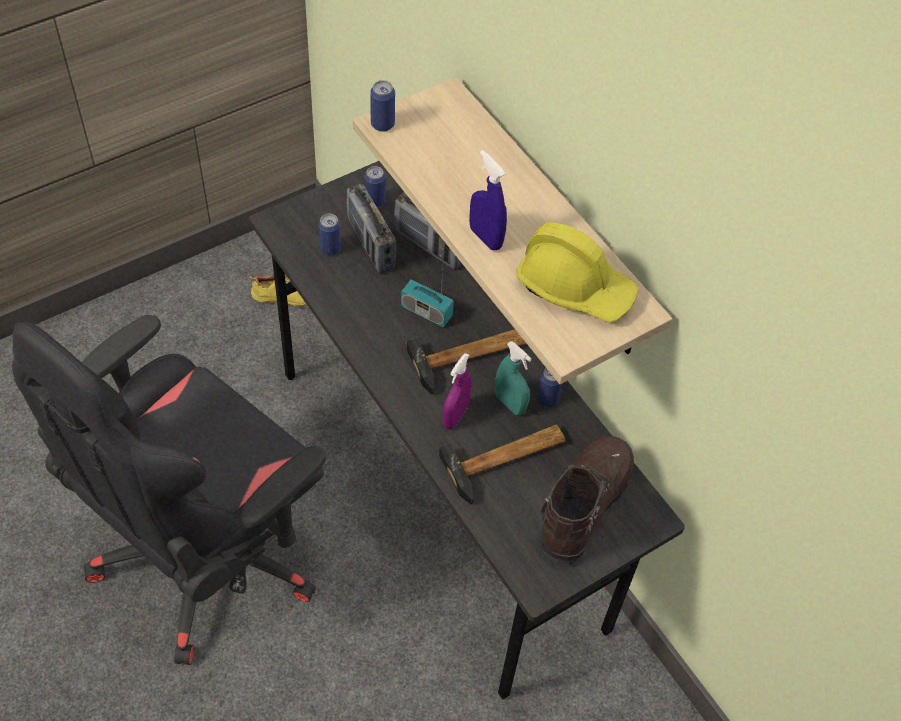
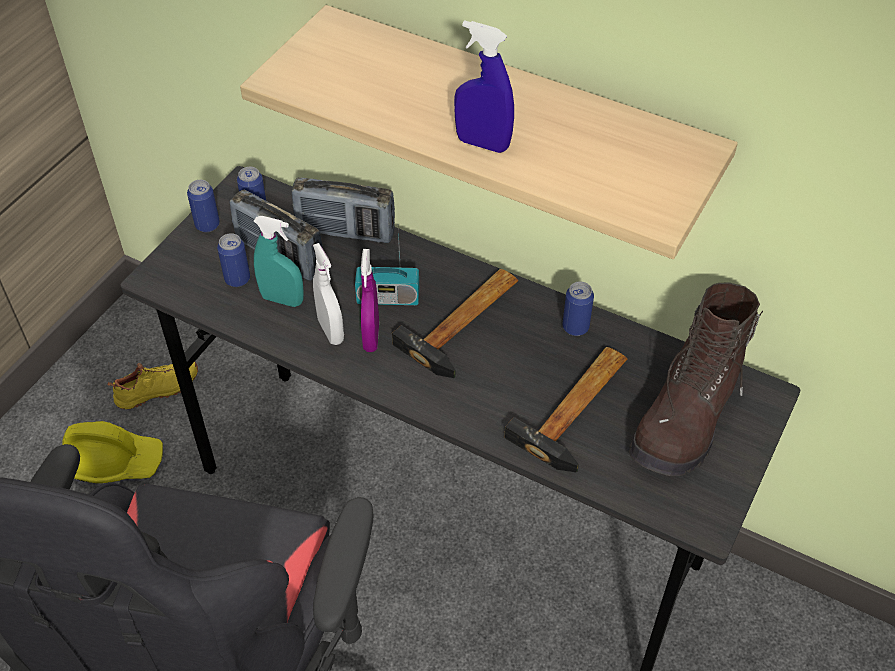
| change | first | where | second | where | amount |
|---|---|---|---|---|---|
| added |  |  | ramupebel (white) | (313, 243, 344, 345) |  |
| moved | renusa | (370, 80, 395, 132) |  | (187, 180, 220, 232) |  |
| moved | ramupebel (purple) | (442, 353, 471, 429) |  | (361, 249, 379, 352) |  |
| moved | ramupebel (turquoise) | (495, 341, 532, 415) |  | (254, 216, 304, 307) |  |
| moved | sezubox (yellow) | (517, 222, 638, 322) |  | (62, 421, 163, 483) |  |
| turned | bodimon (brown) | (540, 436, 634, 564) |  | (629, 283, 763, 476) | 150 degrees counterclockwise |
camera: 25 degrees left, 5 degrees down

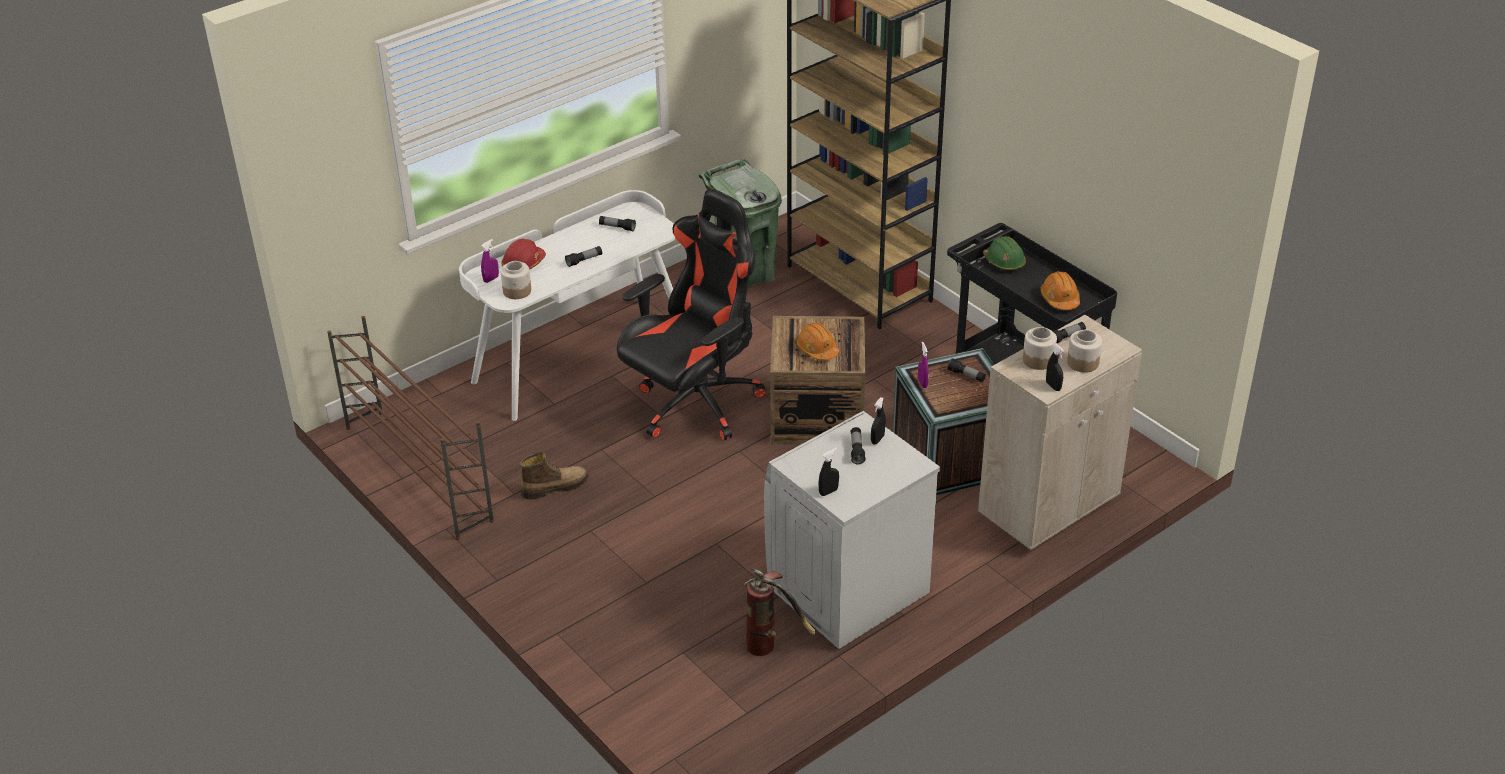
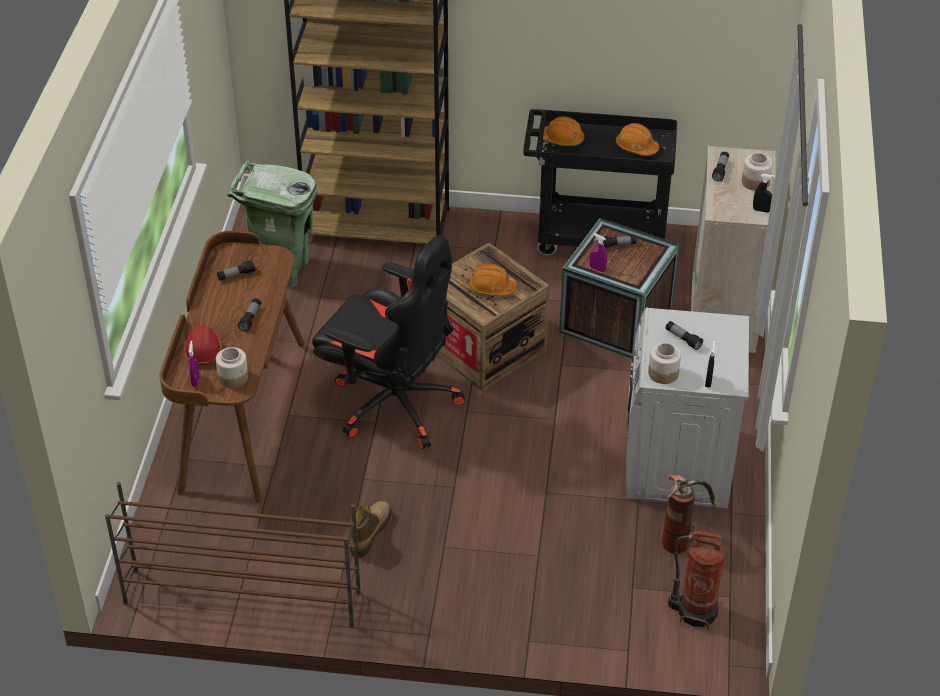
| change | first | where | second | where | amount |
|---|---|---|---|---|---|
| removed | ramupebel (black) | (871, 397, 886, 444) |  |  |  |
| added |  |  | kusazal | (668, 531, 725, 630) |  |
| moved | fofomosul | (1023, 327, 1057, 370) |  | (648, 343, 681, 384) |  |
| recoloured | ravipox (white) | (459, 190, 676, 421) | ravipox (brown) | (159, 231, 305, 503) |  |
| recoloured | sezubox (green) | (983, 236, 1026, 272) | sezubox (orange) | (543, 116, 585, 146) |  |
| turned | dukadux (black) | (617, 189, 766, 441) |  | (312, 234, 465, 449) | 120 degrees clockwise |
camera: 45 degrees left, 5 degrees up

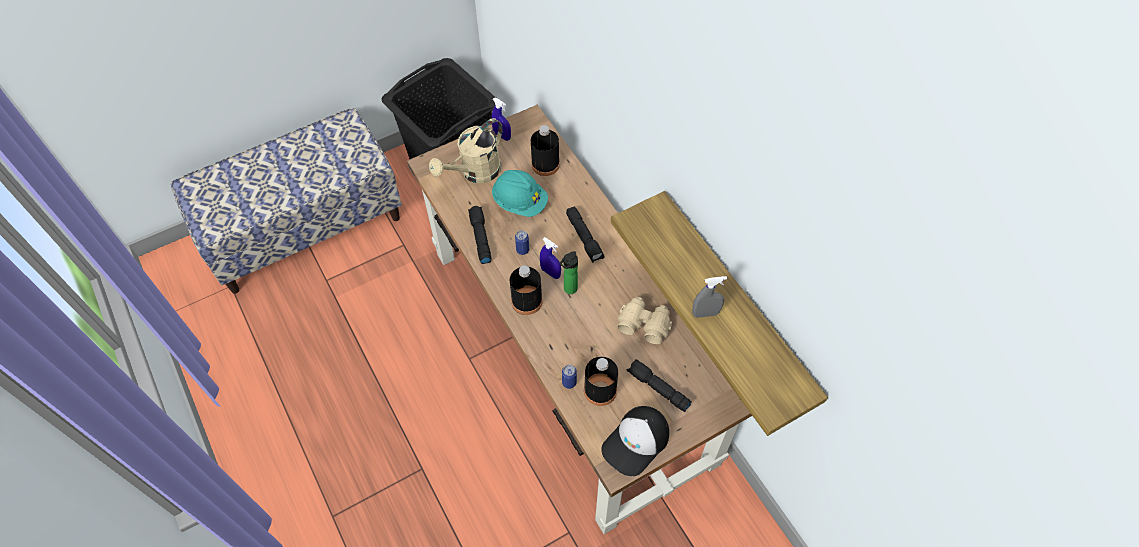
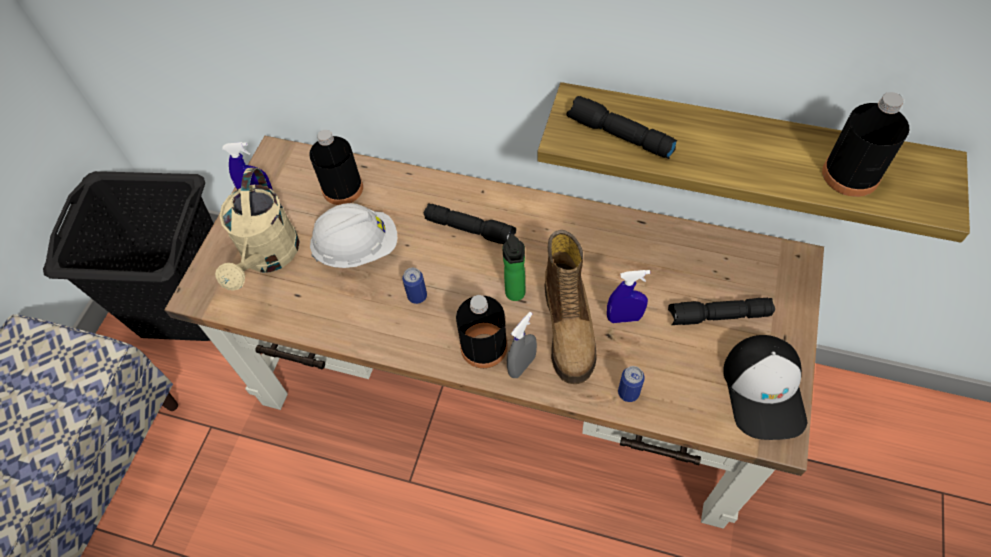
| change | first | where | second | where | amount |
|---|---|---|---|---|---|
| removed | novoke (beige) | (617, 297, 672, 344) |  |  |  |
| added |  |  | bodimon | (544, 230, 597, 384) |  |
| moved | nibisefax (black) | (468, 206, 491, 264) |  | (567, 96, 678, 159) |  |
| moved | ramupebel (blue) | (540, 237, 561, 279) |  | (607, 270, 650, 323) |  |
| moved | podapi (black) | (584, 357, 618, 406) |  | (822, 92, 909, 197) |  |
| moved | ramupebel (grey) | (692, 276, 727, 318) |  | (507, 312, 537, 378) |  |
| recoloured | sezubox (turquoise) | (492, 170, 548, 217) | sezubox (white) | (310, 203, 397, 268) |  |
camera: 40 degrees left, 0 degrees up

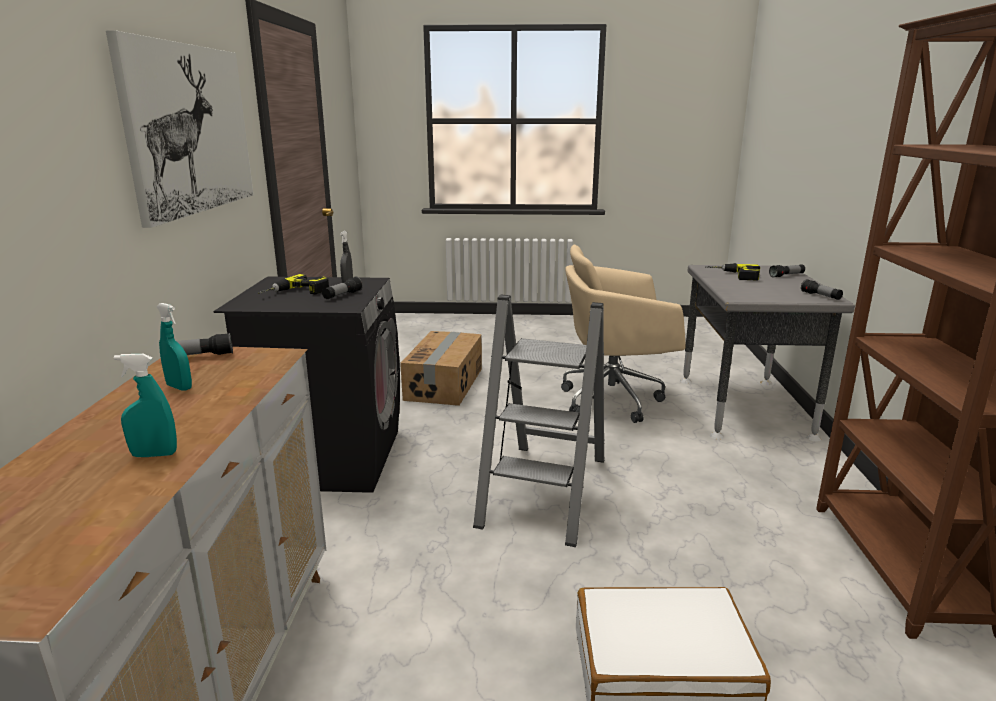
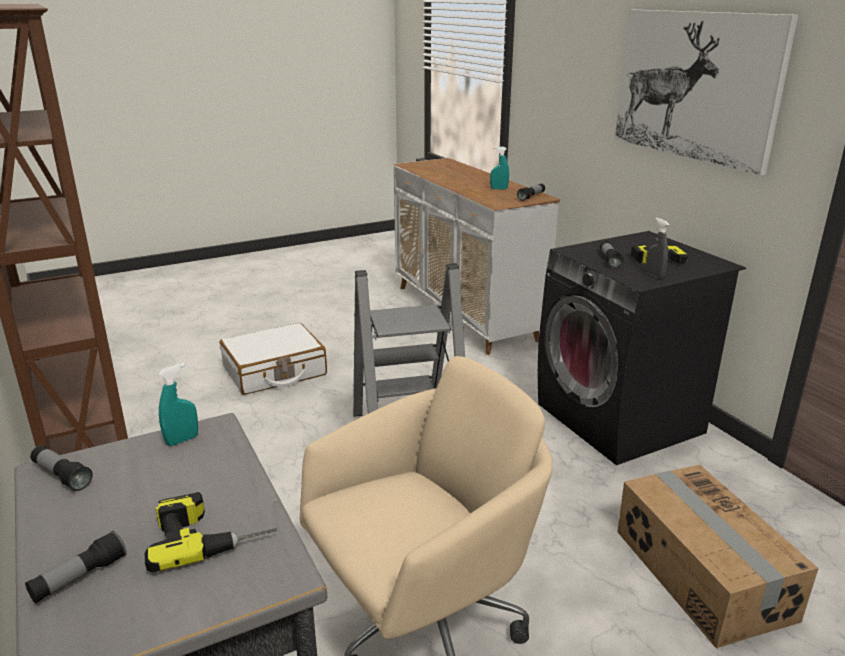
| change | first | where | second | where | amount |
|---|---|---|---|---|---|
| moved | ramupebel (turquoise) | (114, 354, 177, 457) |  | (158, 363, 198, 446) |  |
camera: 150 degrees right, 5 degrees up

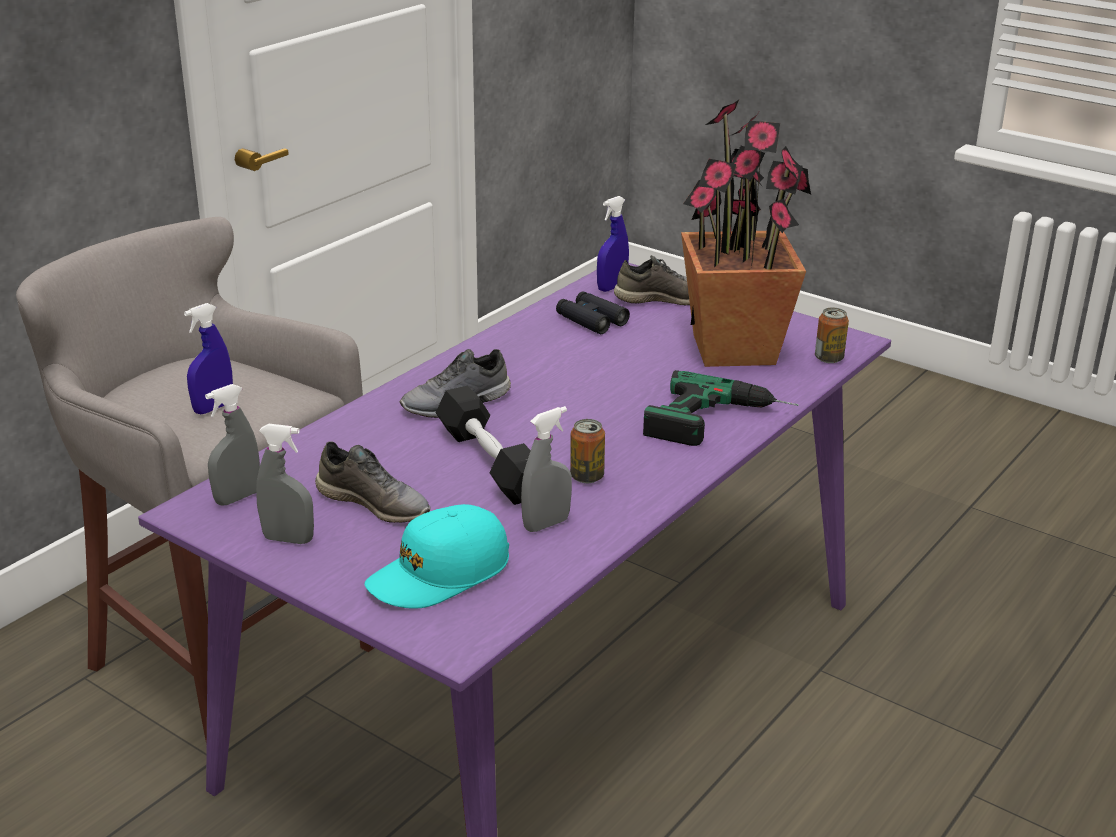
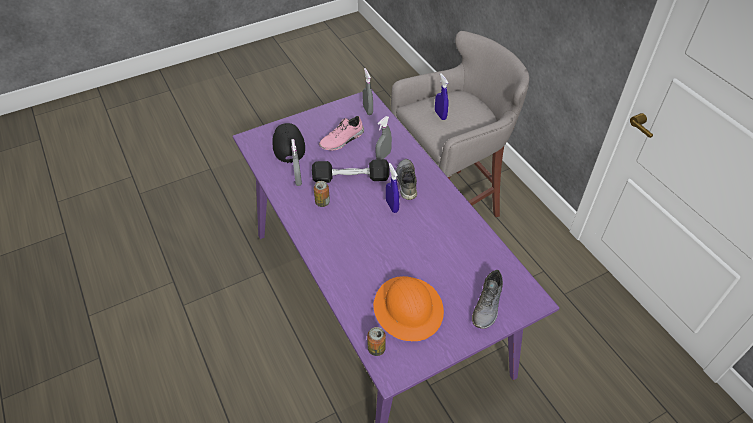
| change | first | where | second | where | amount |
|---|---|---|---|---|---|
| removed | novoke (black) | (556, 291, 630, 334) |  |  |  |
| removed | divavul | (643, 370, 799, 446) |  |  |  |
| moved | ramupebel (grey) | (256, 424, 314, 544) |  | (375, 116, 392, 160) |  |
| moved | ramupebel (blue) | (597, 196, 629, 292) |  | (386, 163, 400, 213) |  |
| replaced | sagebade | (681, 100, 811, 367) | sezubox (orange) | (373, 276, 444, 341) |  |
| recoloured | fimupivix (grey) | (315, 441, 430, 523) | fimupivix (pink) | (319, 116, 364, 150) |  |
| recoloured | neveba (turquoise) | (365, 504, 509, 609) | neveba (black) | (272, 123, 305, 163) |  |
camera: 115 degrees right, 20 degrees up

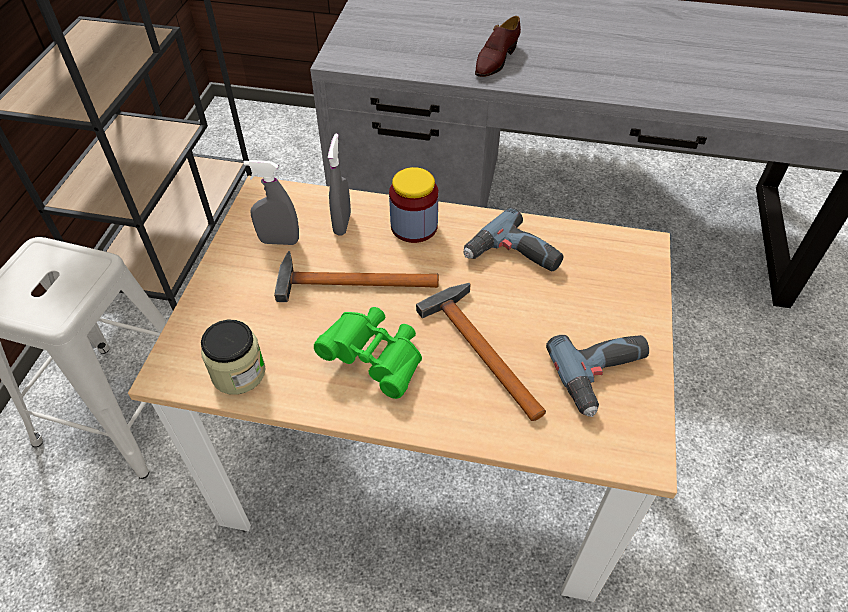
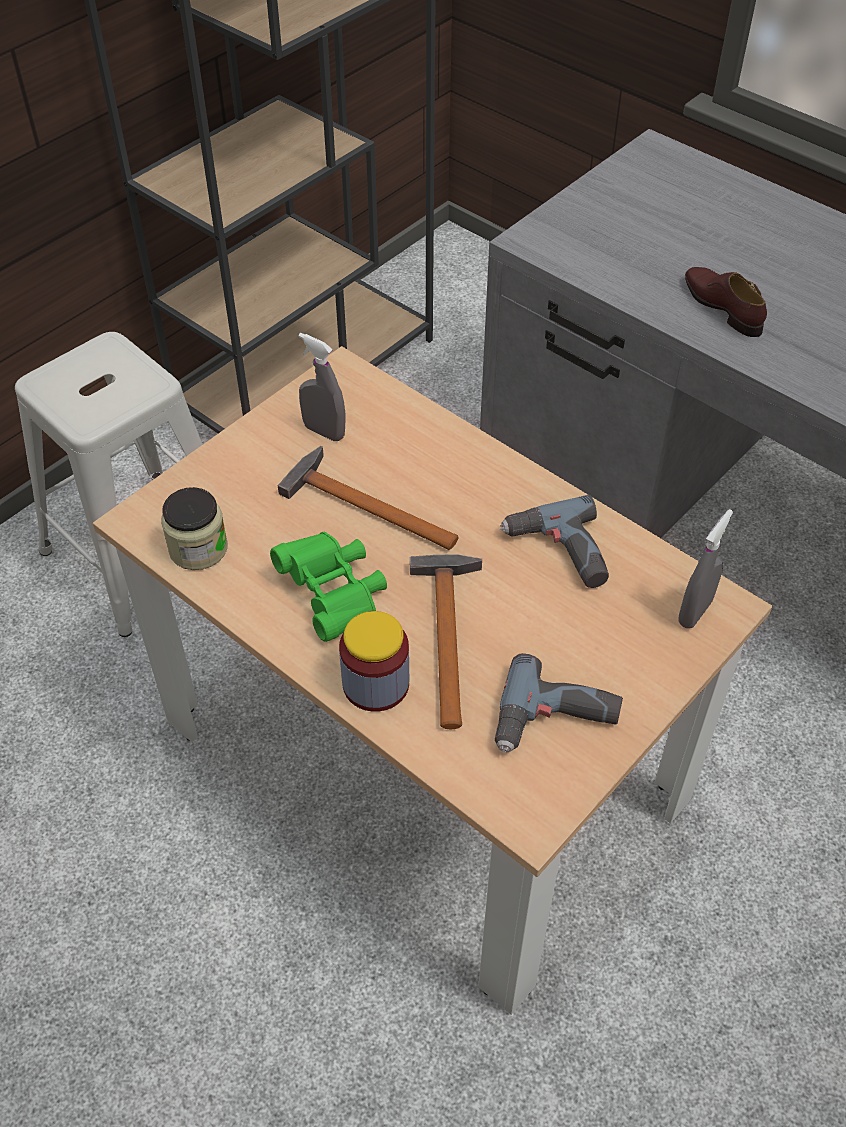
| change | first | where | second | where | amount |
|---|---|---|---|---|---|
| moved | ramupebel (grey) | (328, 133, 351, 236) |  | (678, 509, 733, 628) |  |
| moved | fofomosul | (389, 167, 438, 243) |  | (339, 611, 409, 712) |  |
| turned | fimupivix (brown) | (475, 16, 521, 77) |  | (685, 267, 767, 337) | 90 degrees clockwise |
camera: 30 degrees right, 0 degrees up

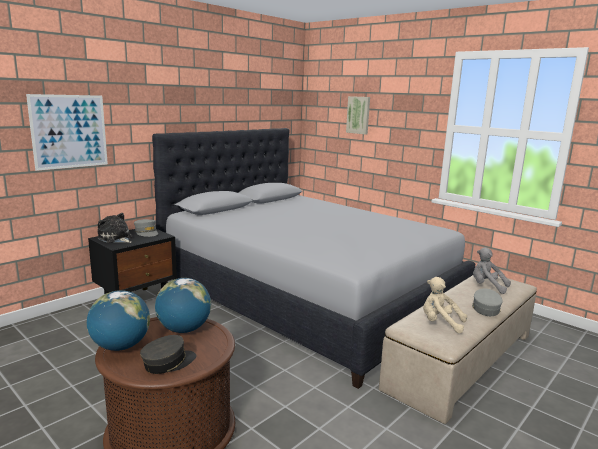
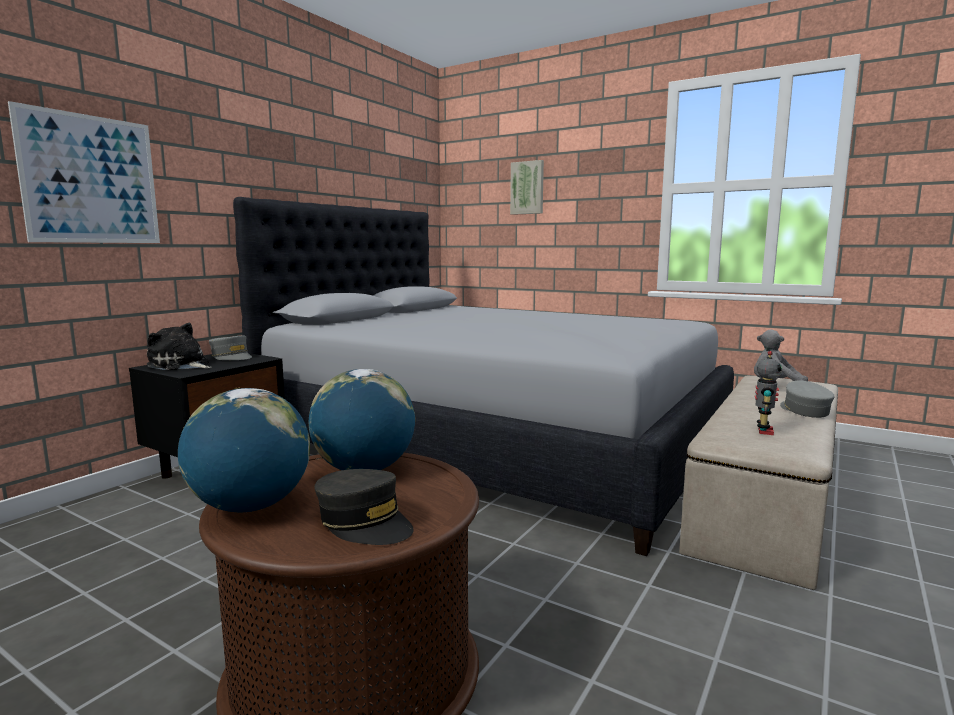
| change | first | where | second | where | amount |
|---|---|---|---|---|---|
| replaced | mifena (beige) | (423, 277, 467, 333) | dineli | (755, 351, 782, 435) |  |
| turned | neveba (grey) | (140, 335, 196, 374) |  | (314, 469, 414, 545) | 90 degrees clockwise |
camera: 10 degrees left, 5 degrees down

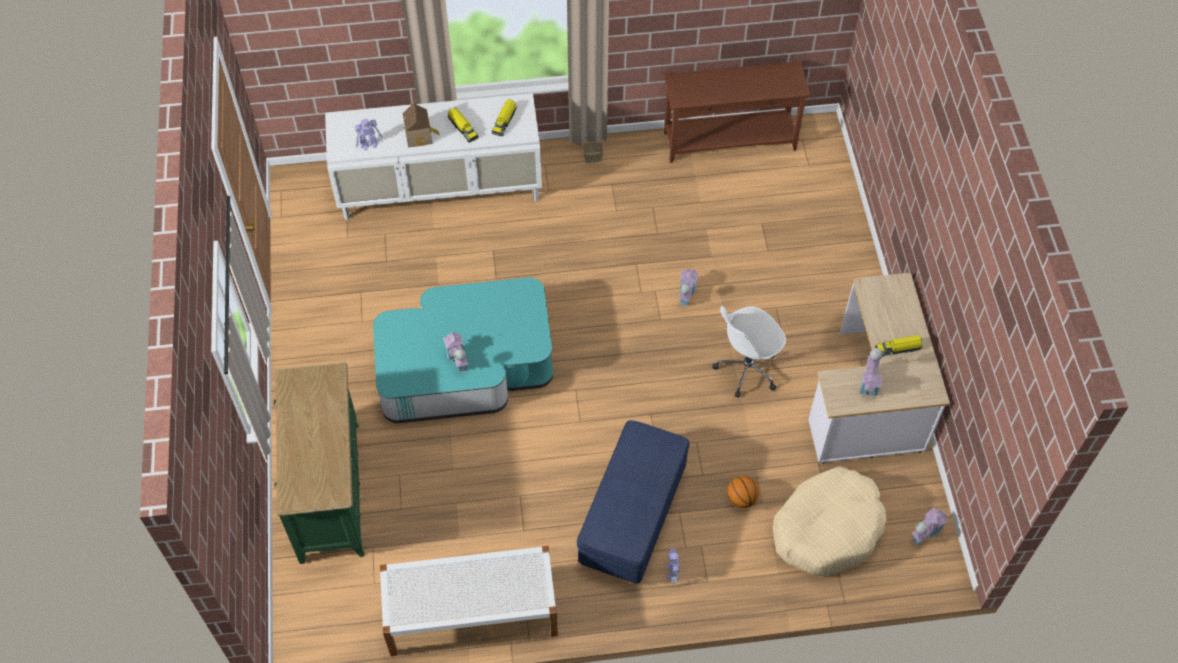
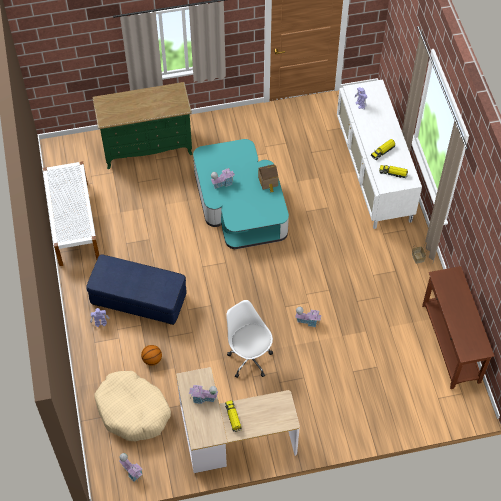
| change | first | where | second | where | amount |
|---|---|---|---|---|---|
| moved | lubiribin | (403, 103, 440, 148) |  | (258, 164, 278, 193) |  |
camera: 85 degrees right, 0 degrees up

